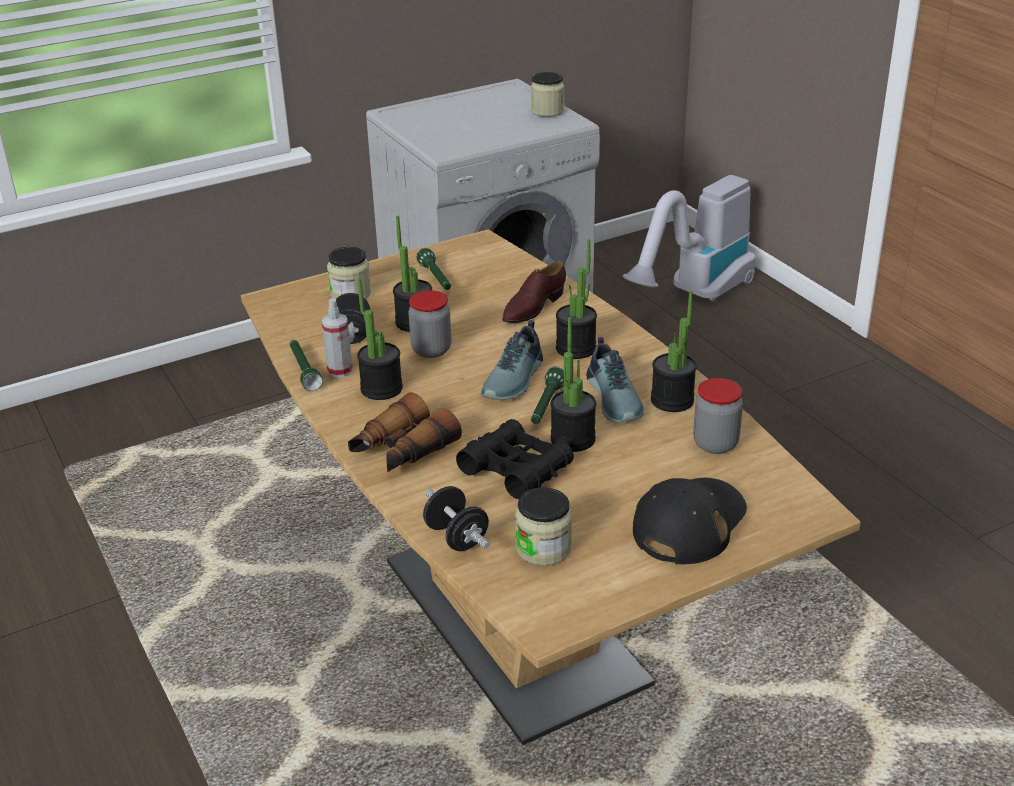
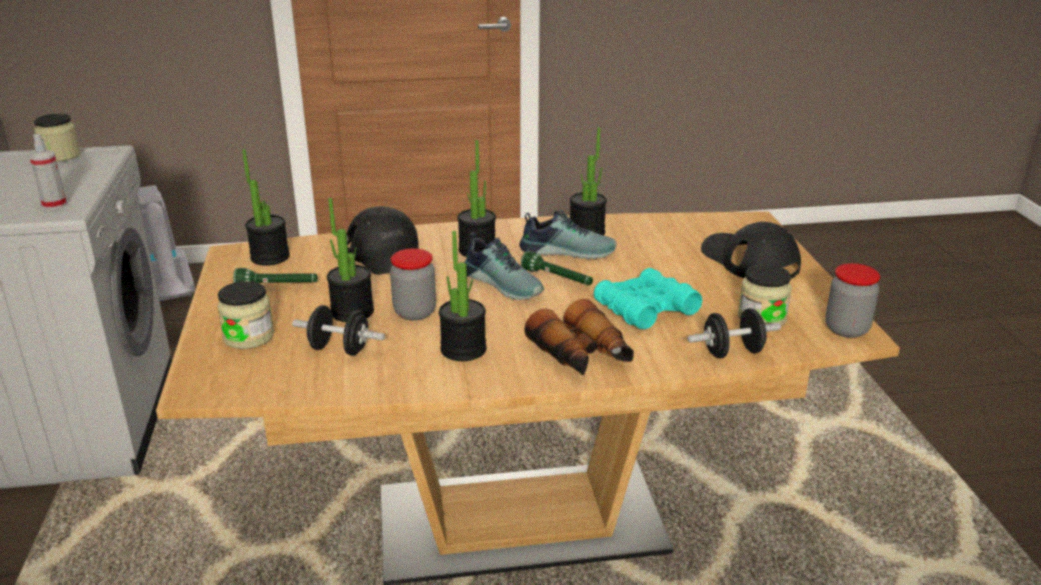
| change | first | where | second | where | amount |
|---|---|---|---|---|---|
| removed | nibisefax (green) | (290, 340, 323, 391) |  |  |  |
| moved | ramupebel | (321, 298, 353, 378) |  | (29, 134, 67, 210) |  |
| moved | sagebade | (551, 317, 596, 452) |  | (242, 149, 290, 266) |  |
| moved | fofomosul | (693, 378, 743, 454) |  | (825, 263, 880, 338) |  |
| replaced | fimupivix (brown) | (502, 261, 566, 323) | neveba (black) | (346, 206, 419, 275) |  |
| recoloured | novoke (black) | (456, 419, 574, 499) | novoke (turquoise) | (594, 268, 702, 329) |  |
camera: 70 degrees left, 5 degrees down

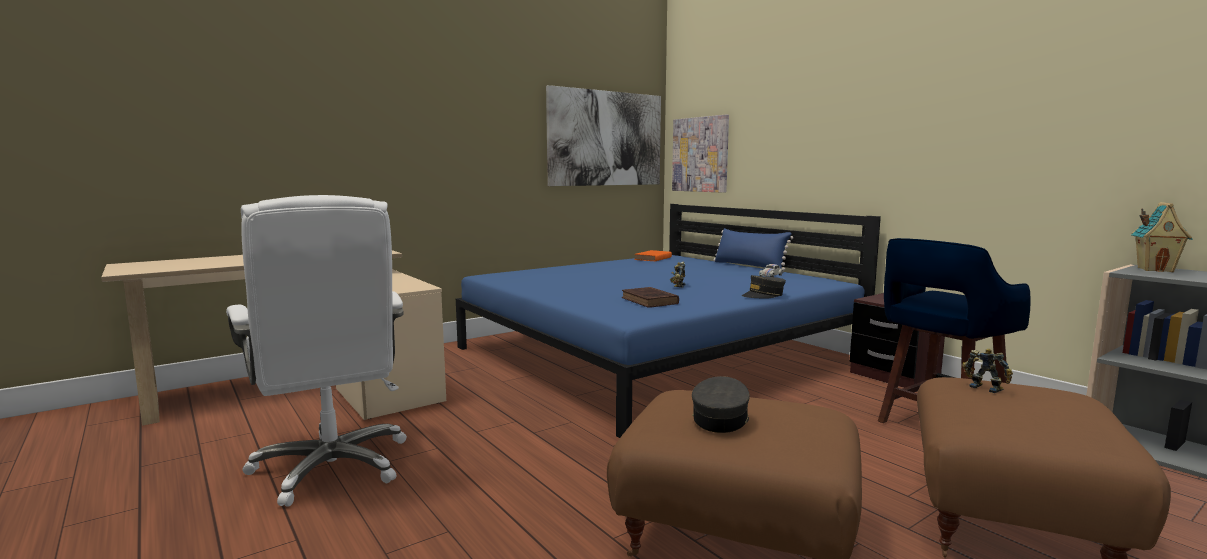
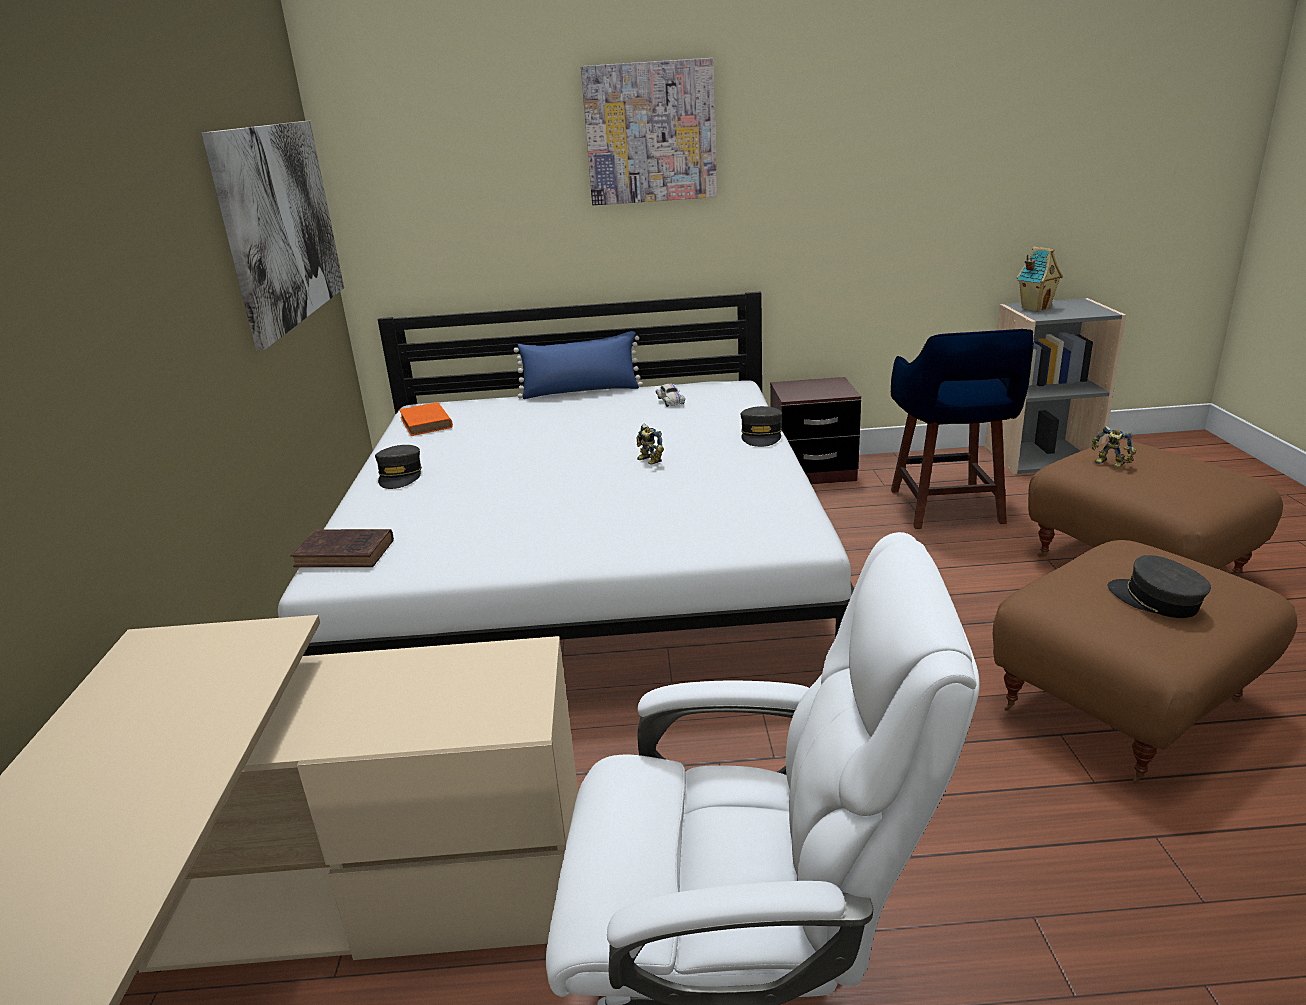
| change | first | where | second | where | amount |
|---|---|---|---|---|---|
| added |  |  | neveba (grey) | (375, 445, 422, 489) |  |
| moved | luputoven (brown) | (622, 287, 679, 308) |  | (291, 529, 394, 567) |  |
| moved | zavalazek | (672, 115, 729, 193) |  | (581, 58, 717, 205) |  |
| recoloured | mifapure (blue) | (456, 204, 881, 438) | mifapure (white) | (278, 292, 854, 656) |  |
| turned | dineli | (962, 349, 1013, 393) |  | (1092, 426, 1137, 467) | 135 degrees counterclockwise |
camera: 55 degrees left, 15 degrees up

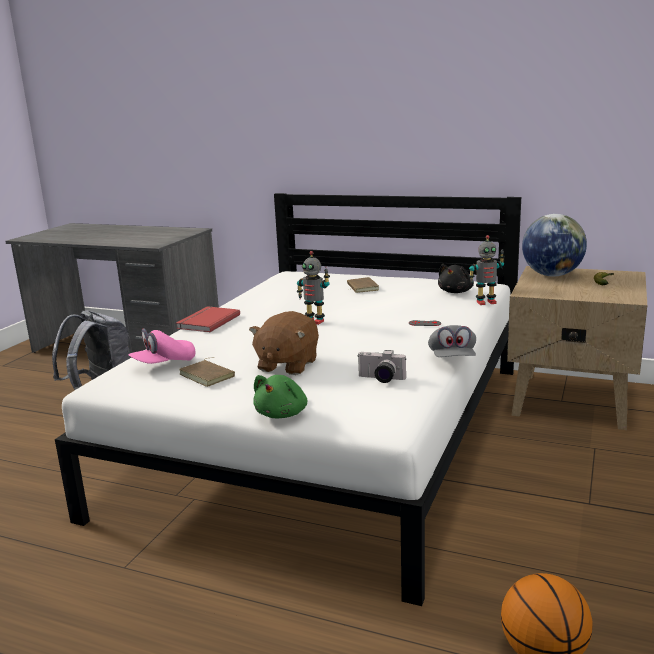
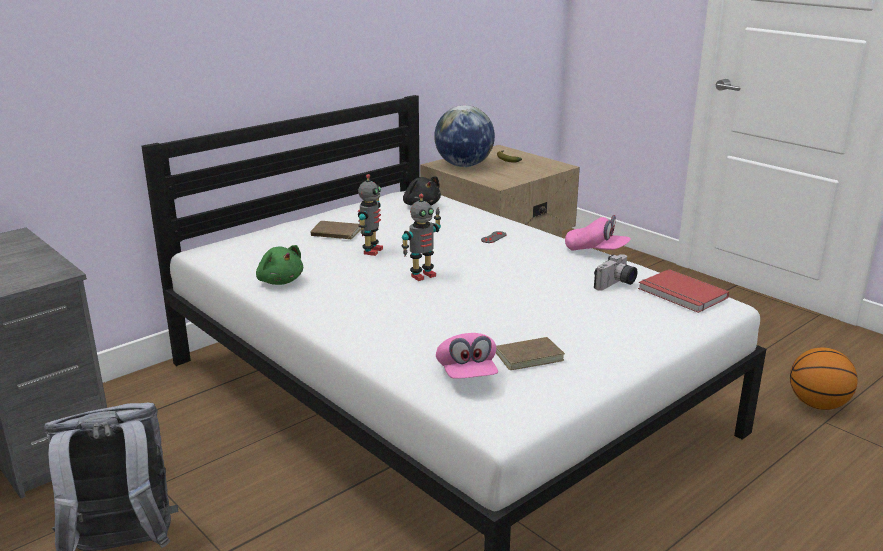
| change | first | where | second | where | amount |
|---|---|---|---|---|---|
| removed | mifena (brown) | (249, 311, 319, 375) |  |  |  |
| moved | luputoven (red) | (176, 306, 240, 332) |  | (638, 269, 729, 313) |  |
| moved | mifena (green) | (253, 375, 307, 418) |  | (256, 245, 303, 285) |  |
| moved | dineli | (469, 235, 505, 305) |  | (358, 174, 383, 256) |  |
| recoloured | neveba (grey) | (428, 325, 476, 357) | neveba (pink) | (565, 215, 631, 251) |  |
camera: 65 degrees left, 5 degrees up

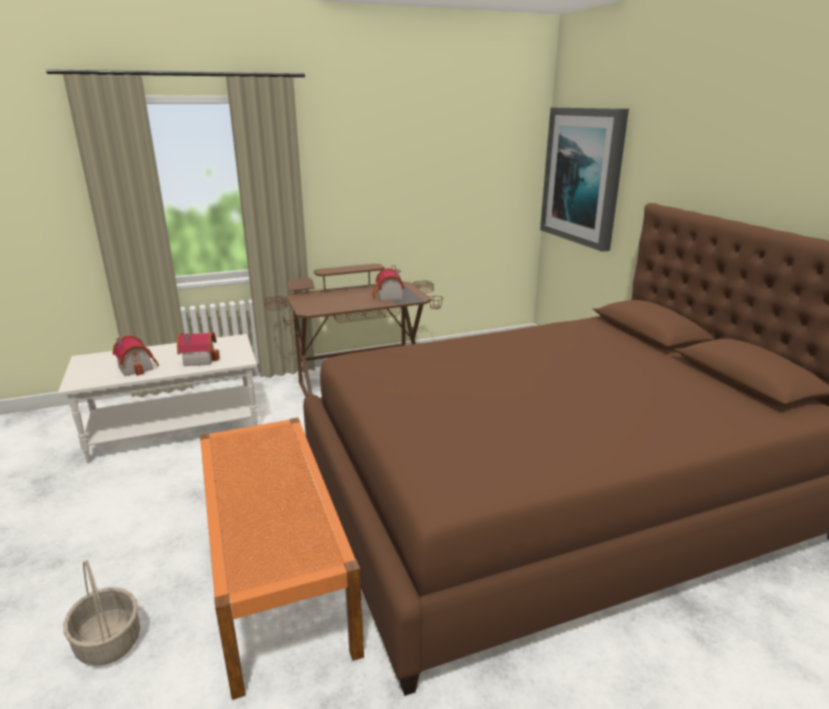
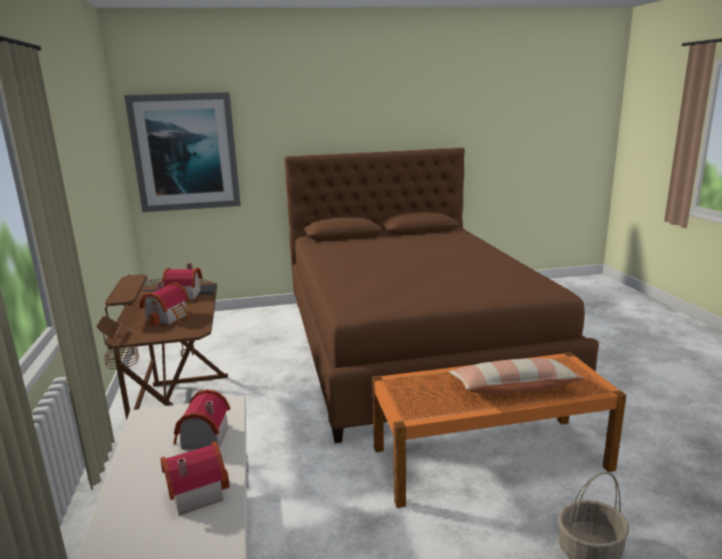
| change | first | where | second | where | amount |
|---|---|---|---|---|---|
| added |  |  | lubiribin | (140, 282, 190, 326) |  |
| added |  |  | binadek | (449, 358, 584, 393) |  |
camera: 80 degrees left, 5 degrees down

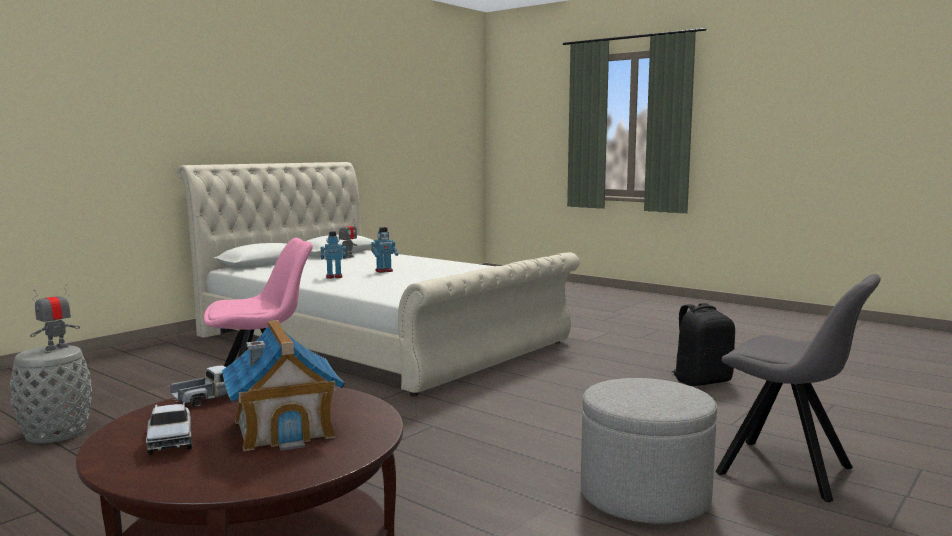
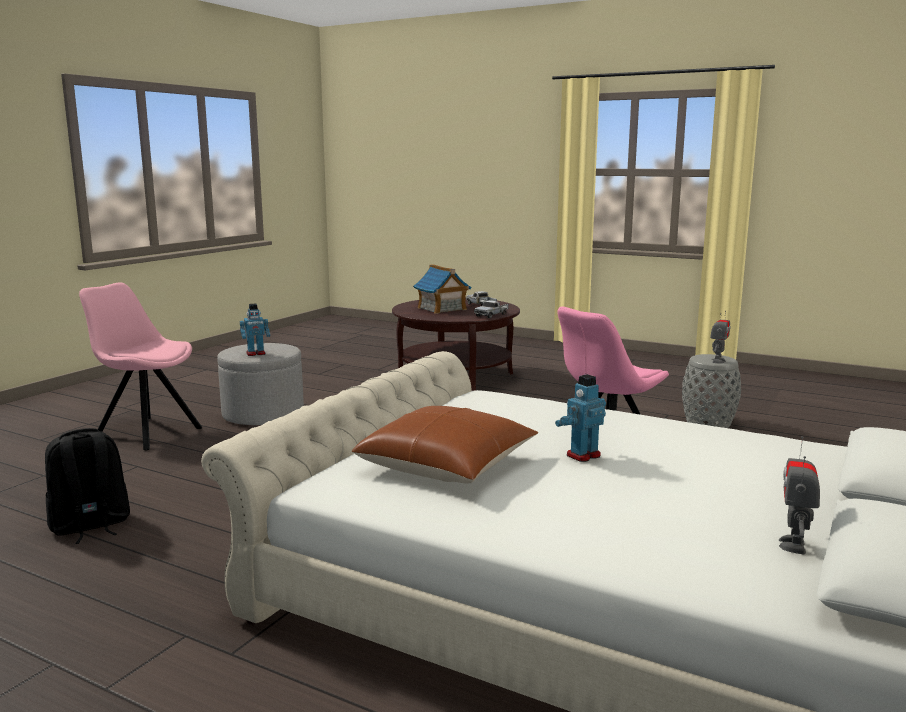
| change | first | where | second | where | amount |
|---|---|---|---|---|---|
| added |  |  | binadek (brown) | (352, 406, 539, 484) |  |
| moved | dineli | (321, 231, 346, 279) |  | (240, 304, 270, 356) |  |
| recoloured | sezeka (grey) | (716, 274, 881, 502) | sezeka (pink) | (79, 282, 202, 451) |  |
camera: 170 degrees right, 5 degrees up

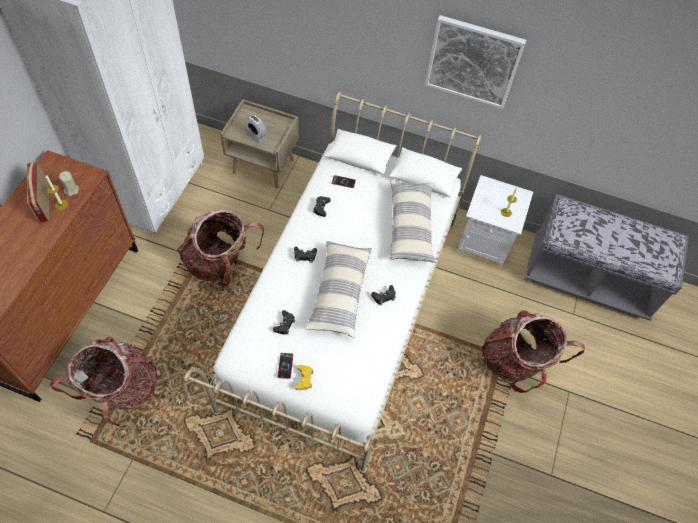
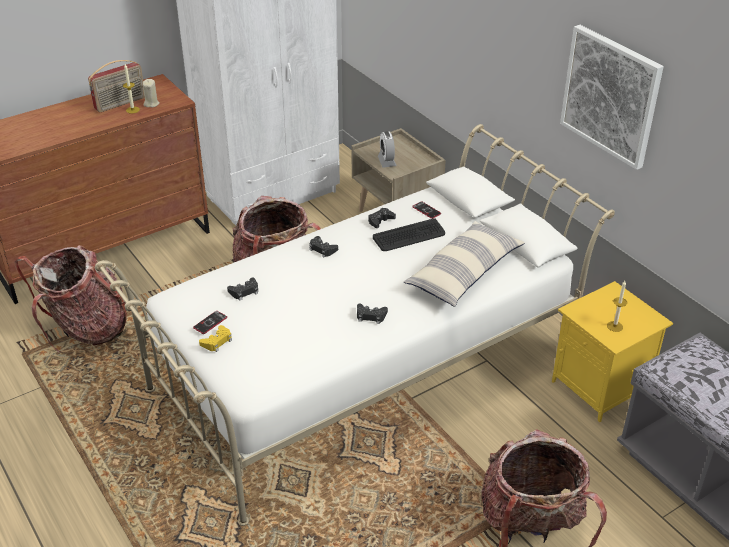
| change | first | where | second | where | amount |
|---|---|---|---|---|---|
| removed | binadek | (304, 241, 372, 338) |  |  |  |
| added |  |  | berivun | (373, 218, 445, 251) |  |
| recoloured | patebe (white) | (457, 175, 533, 268) | patebe (yellow) | (552, 281, 673, 423) |  |
| turned | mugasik | (27, 162, 49, 222) |  | (88, 60, 145, 112) | 150 degrees counterclockwise |
camera: 40 degrees right, 20 degrees down

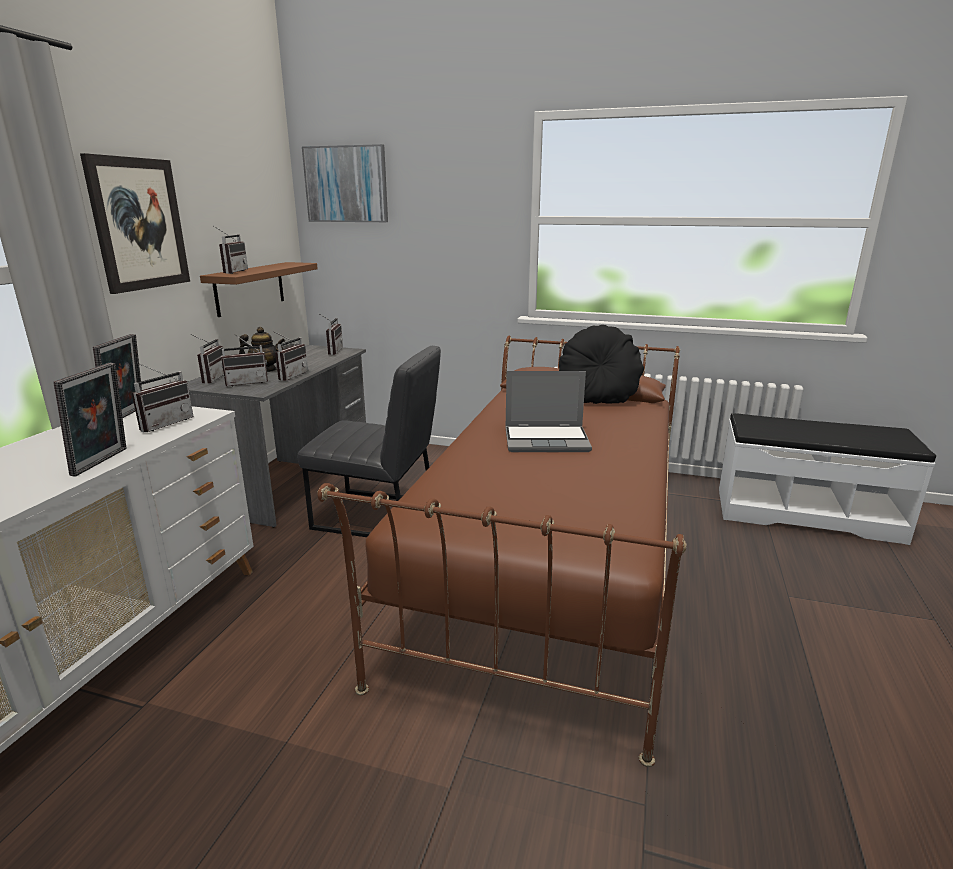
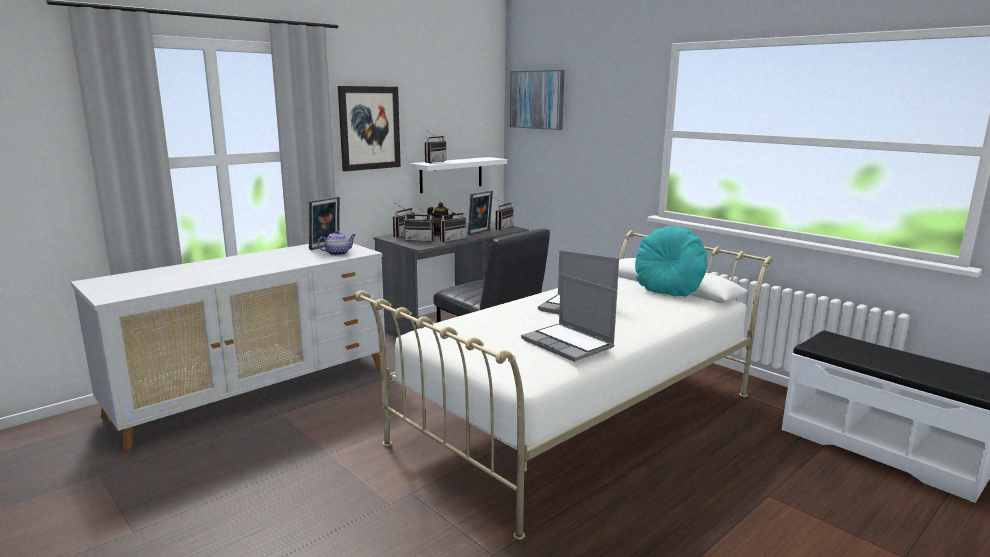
| change | first | where | second | where | amount |
|---|---|---|---|---|---|
| added |  |  | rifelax | (521, 274, 617, 362) |  |
| moved | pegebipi | (54, 363, 126, 477) |  | (468, 190, 493, 235) |  |
| replaced | mugasik | (132, 363, 194, 432) | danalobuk | (317, 230, 356, 255) |  |
| recoloured | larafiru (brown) | (200, 262, 318, 317) | larafiru (white) | (410, 157, 507, 193) |  |
| recoloured | mifapure (brown) | (317, 335, 686, 767) | mifapure (white) | (355, 230, 773, 540) |  |
| recoloured | binadek (black) | (559, 325, 644, 404) | binadek (turquoise) | (635, 226, 707, 297) |  |
camera: 30 degrees right, 5 degrees down

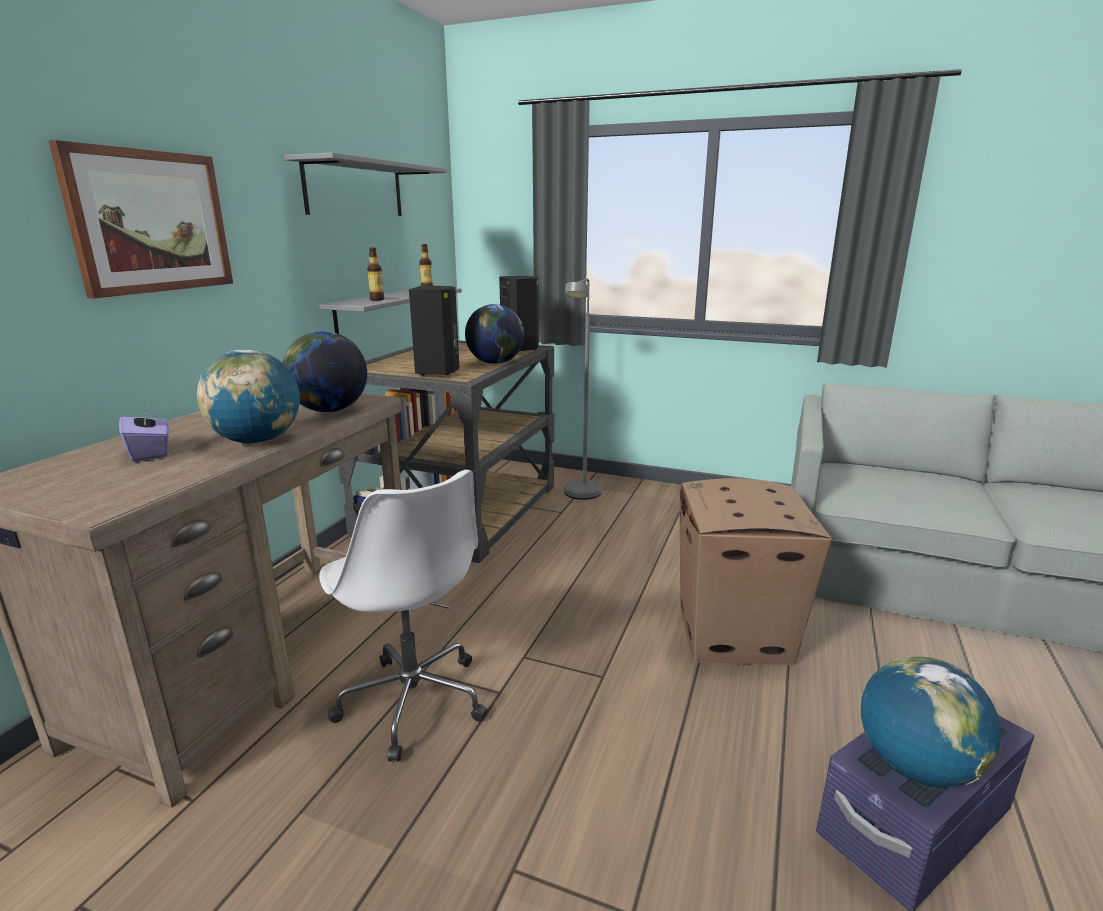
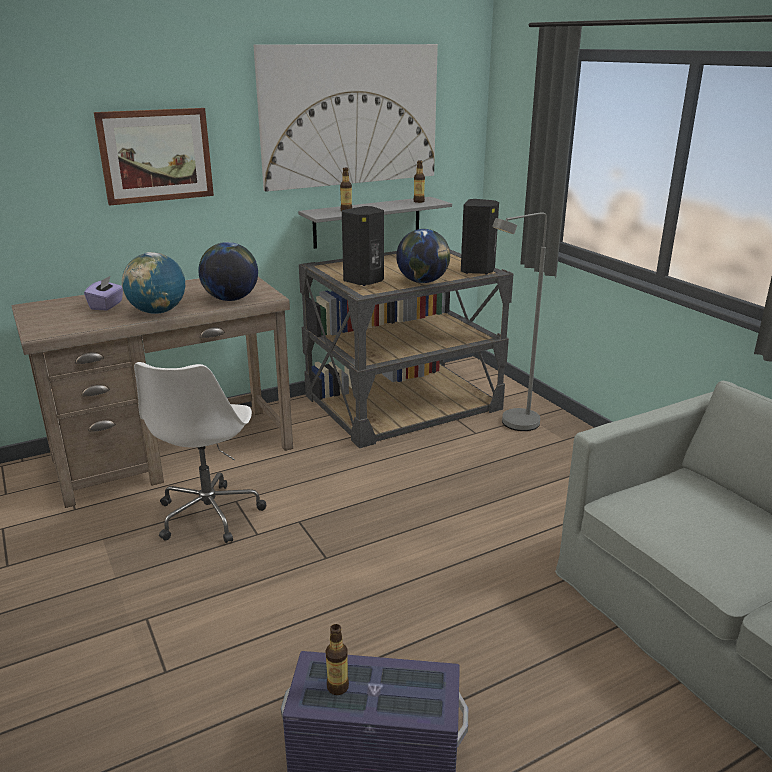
| change | first | where | second | where | amount |
|---|---|---|---|---|---|
| removed | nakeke | (680, 478, 832, 666) |  |  |  |
| replaced | larafiru (grey) | (284, 152, 447, 216) | zavalazek | (253, 44, 438, 192) |  |
| replaced | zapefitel | (860, 656, 1001, 787) | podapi | (326, 624, 349, 695) |  |
camera: 40 degrees right, 5 degrees up

